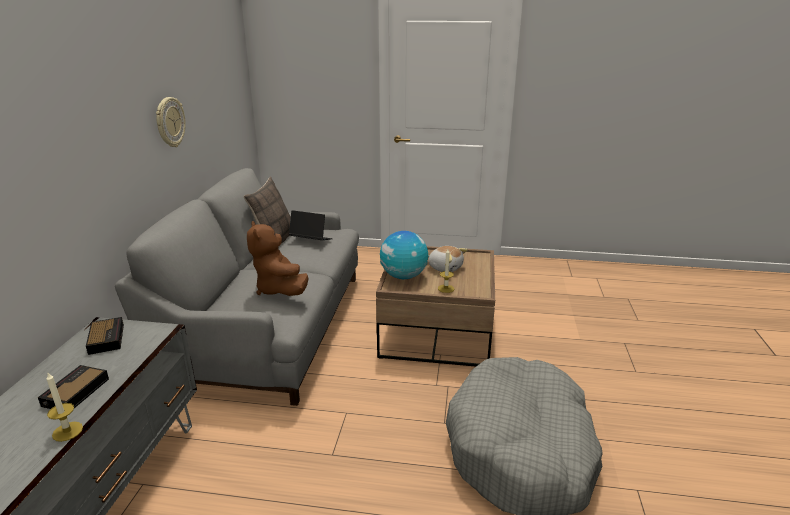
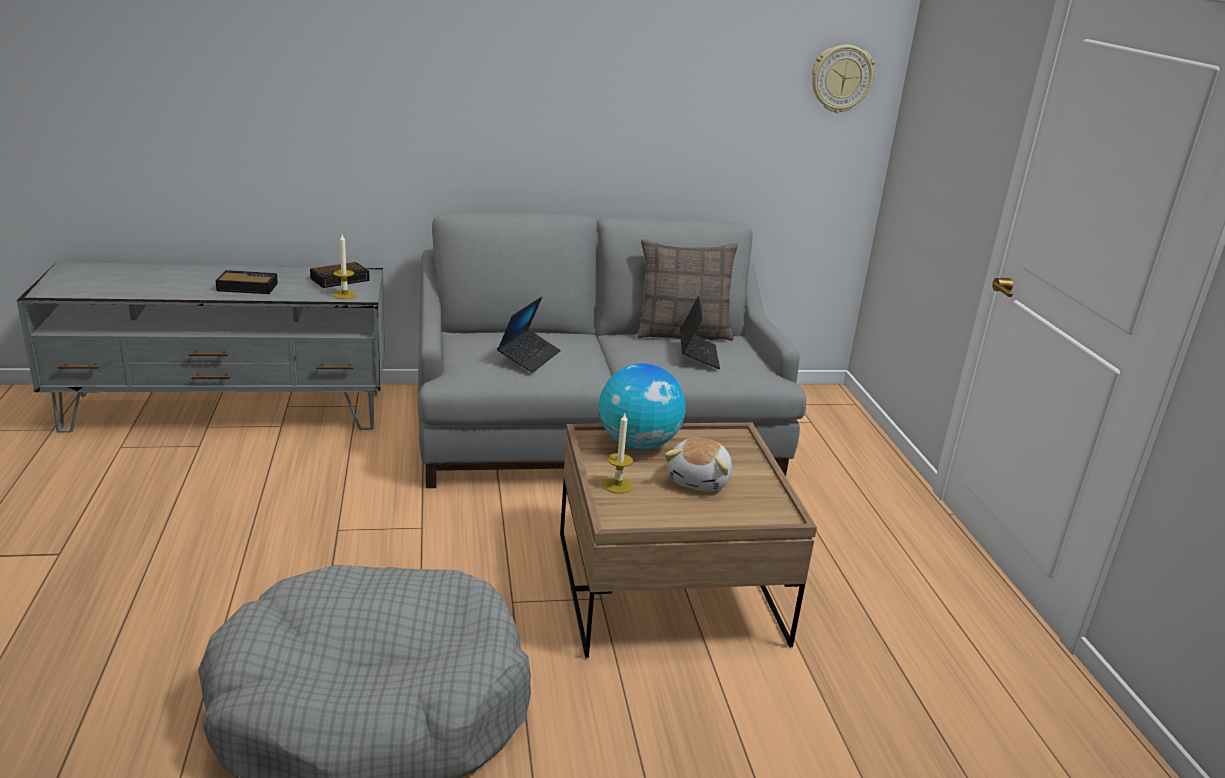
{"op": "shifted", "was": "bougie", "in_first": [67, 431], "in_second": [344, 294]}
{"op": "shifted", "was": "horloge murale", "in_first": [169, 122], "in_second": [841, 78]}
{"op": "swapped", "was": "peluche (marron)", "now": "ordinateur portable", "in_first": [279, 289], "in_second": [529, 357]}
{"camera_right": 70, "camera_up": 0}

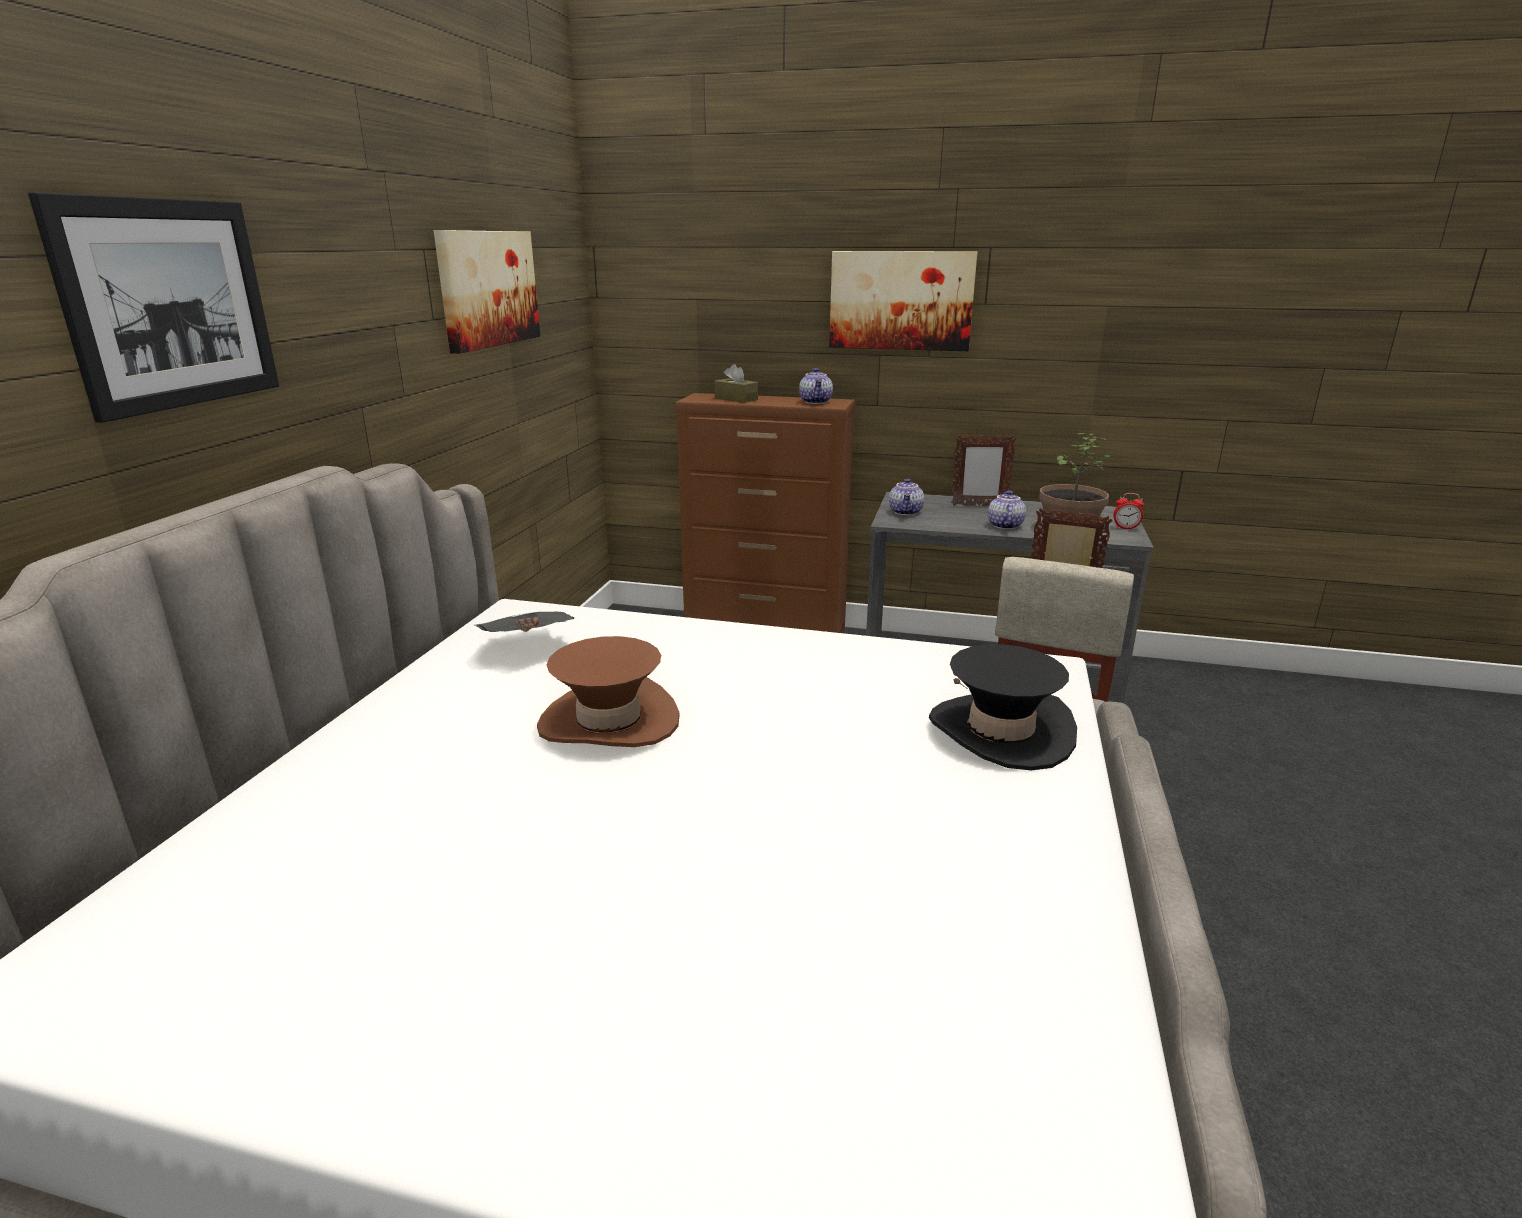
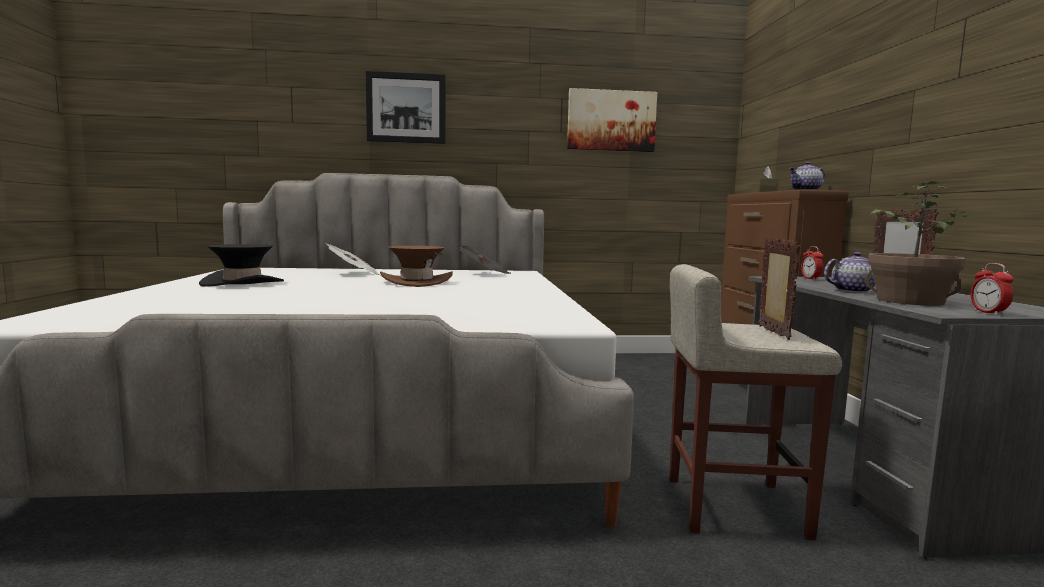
{"op": "gone", "was": "tableau", "in_first": [901, 300]}
{"op": "swapped", "was": "théière", "now": "réveil", "in_first": [906, 512], "in_second": [810, 279]}
{"op": "shifted", "was": "chapeau (noir)", "in_first": [1000, 731], "in_second": [242, 283]}
{"op": "new", "now": "journal", "in_second": [354, 274]}
{"camera_right": 70, "camera_up": -15}

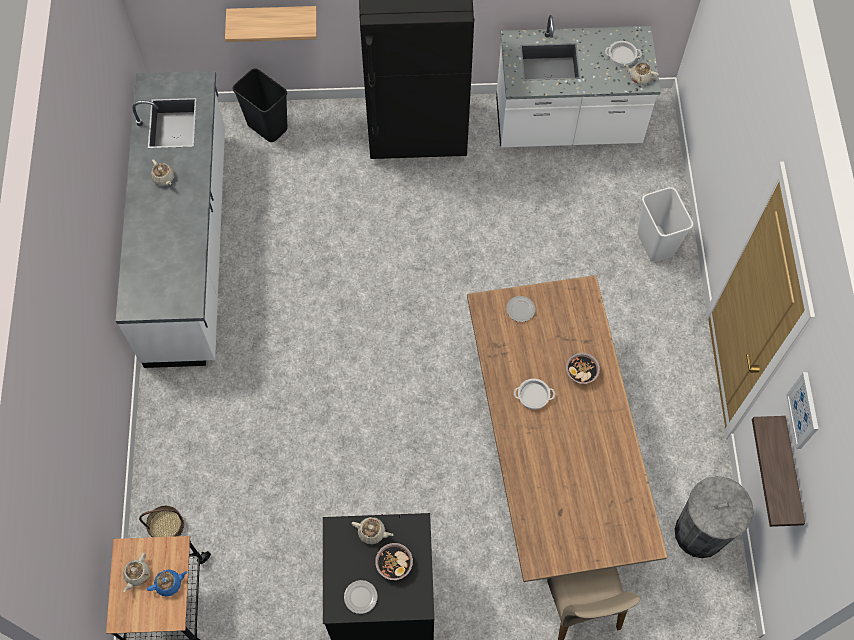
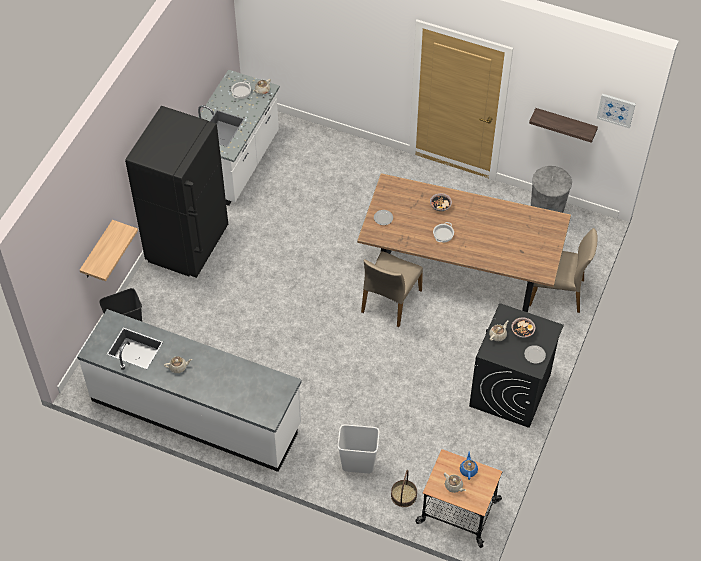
{"op": "shifted", "was": "poubelle (blanc)", "in_first": [654, 244], "in_second": [358, 464]}
{"op": "shifted", "was": "tableau", "in_first": [804, 411], "in_second": [616, 110]}
{"op": "new", "now": "chaise (beige)", "in_second": [390, 301]}
{"camera_right": -65, "camera_up": -10}

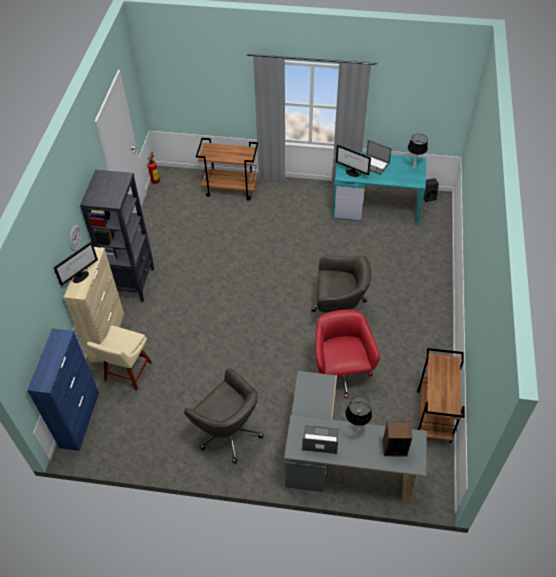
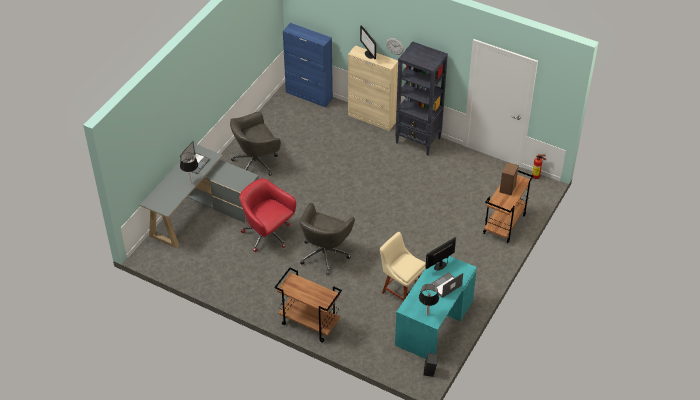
{"op": "shifted", "was": "chaise (beige)", "in_first": [127, 373], "in_second": [401, 290]}
{"op": "rotated", "was": "chaise de bureau (rouge)", "in_first": [340, 373], "in_second": [268, 235], "clockwise": -150}
{"op": "shifted", "was": "enceinte", "in_first": [394, 448], "in_second": [507, 188]}
{"op": "shifted", "was": "chariot (marron)", "in_first": [434, 416], "in_second": [308, 323]}
{"camera_right": 110, "camera_up": -5}

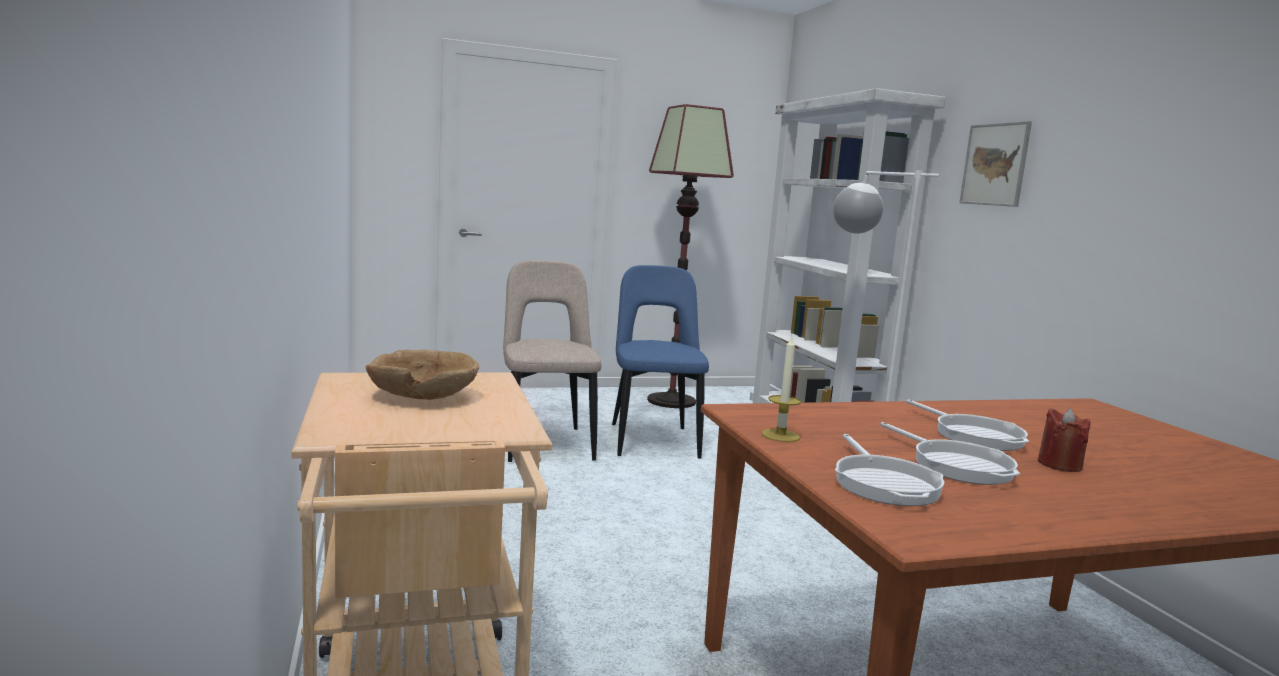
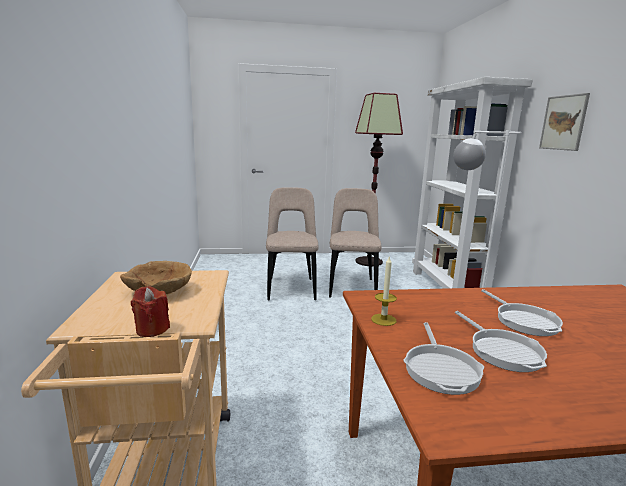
{"op": "repainted", "was": "chaise (bleu)", "now": "chaise (beige)", "in_first": [652, 440], "in_second": [352, 287]}
{"op": "shifted", "was": "bougie (rouge)", "in_first": [1059, 465], "in_second": [152, 329]}
{"camera_right": 10, "camera_up": 5}

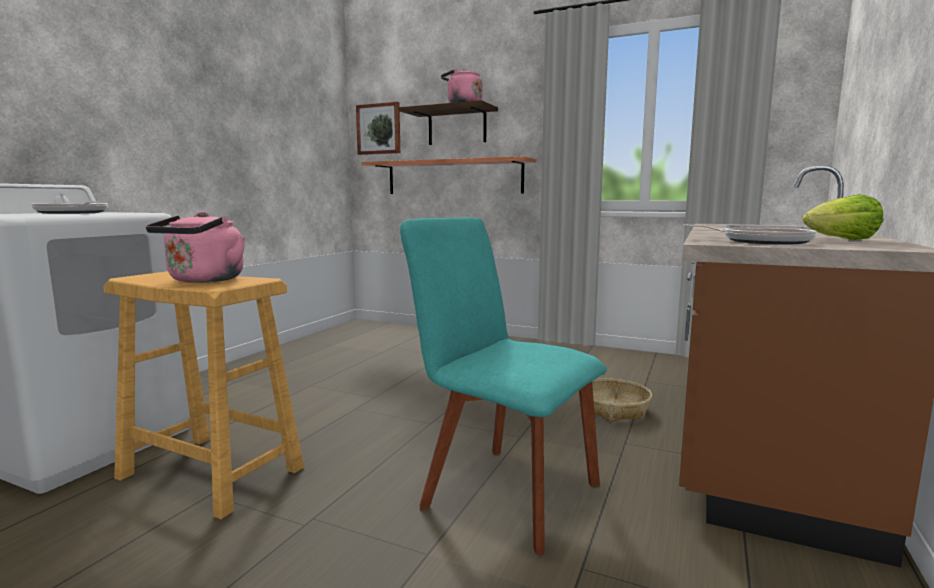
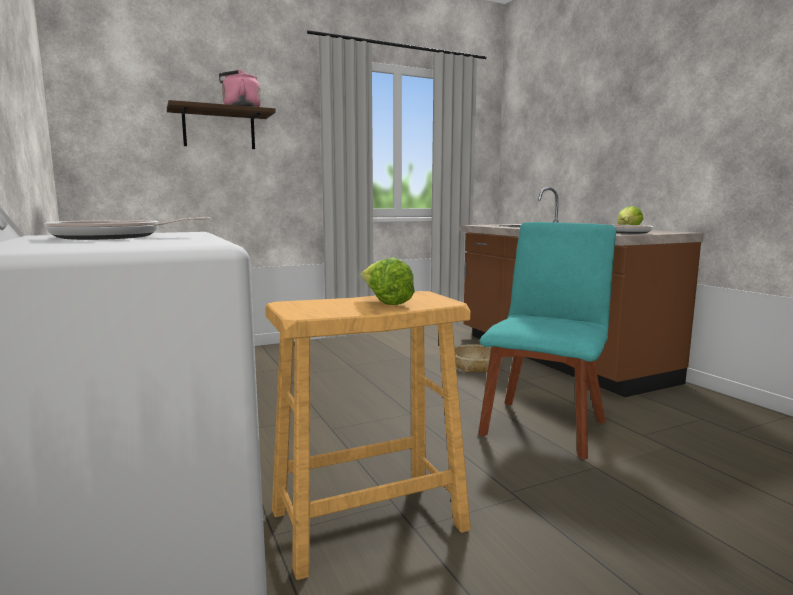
{"op": "swapped", "was": "bouilloire (rose)", "now": "laitue", "in_first": [203, 280], "in_second": [384, 302]}
{"op": "gone", "was": "tableau", "in_first": [379, 129]}
{"op": "gone", "was": "étagère", "in_first": [453, 177]}
{"op": "rotated", "was": "chaise (turquoise)", "in_first": [504, 491], "in_second": [544, 425], "clockwise": 135}
{"camera_right": -50, "camera_up": 0}

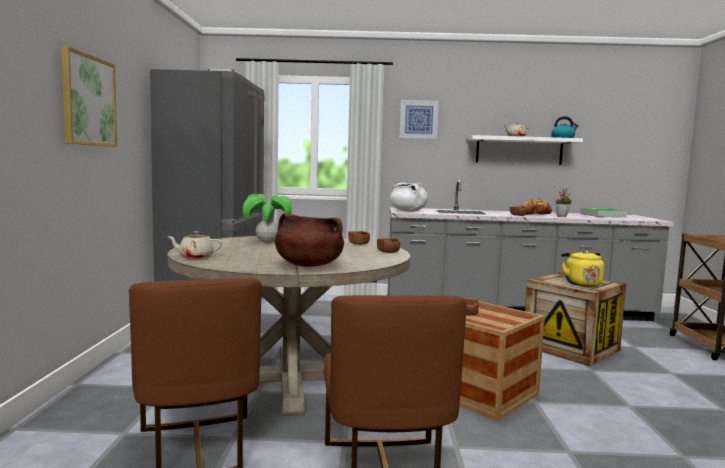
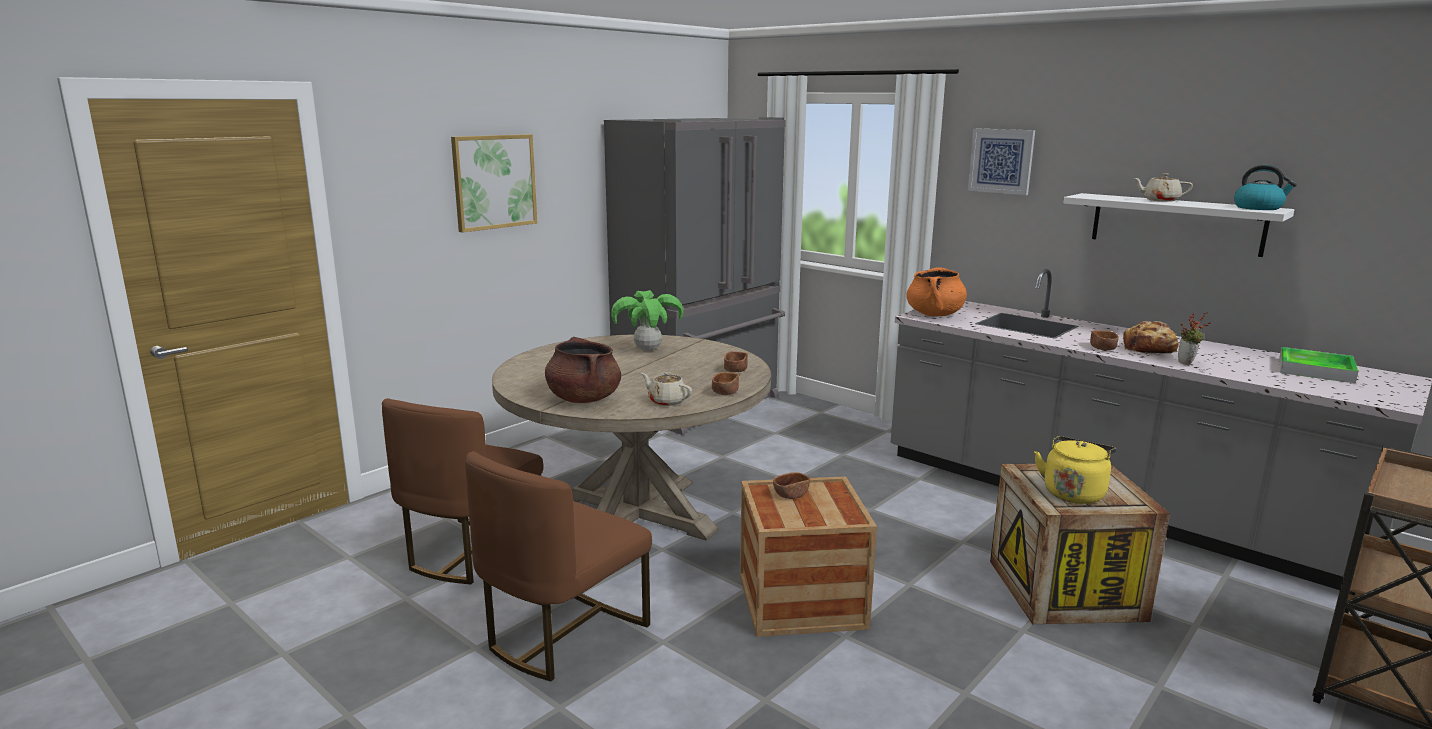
{"op": "shifted", "was": "théière (beige)", "in_first": [195, 257], "in_second": [666, 401]}
{"op": "repainted", "was": "marmite (blanc)", "now": "marmite (orange)", "in_first": [408, 211], "in_second": [934, 314]}
{"camera_right": 40, "camera_up": 10}

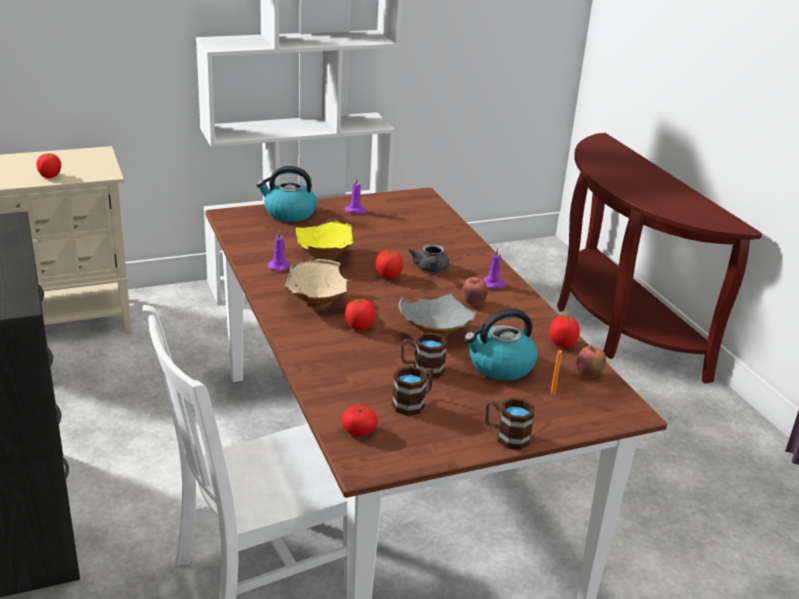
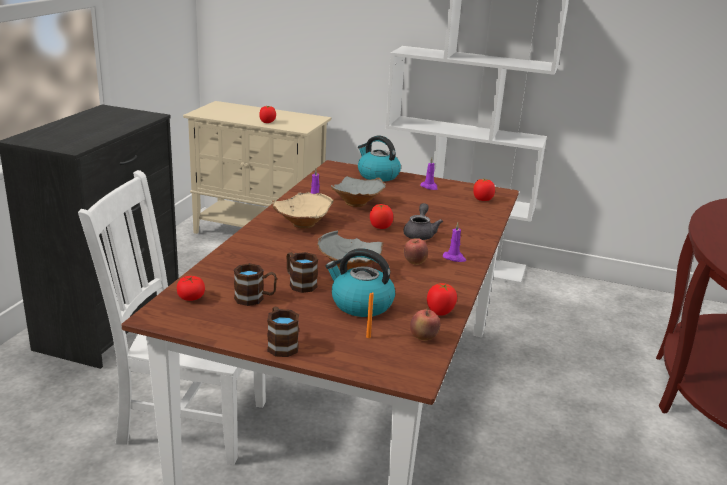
{"op": "repainted", "was": "bol (jaune)", "now": "bol (gris)", "in_first": [326, 256], "in_second": [357, 204]}
{"op": "shifted", "was": "tomate", "in_first": [360, 327], "in_second": [482, 199]}
{"op": "rotated", "was": "théière (gris)", "in_first": [430, 269], "in_second": [420, 234], "clockwise": 150}
{"camera_right": 40, "camera_up": -5}

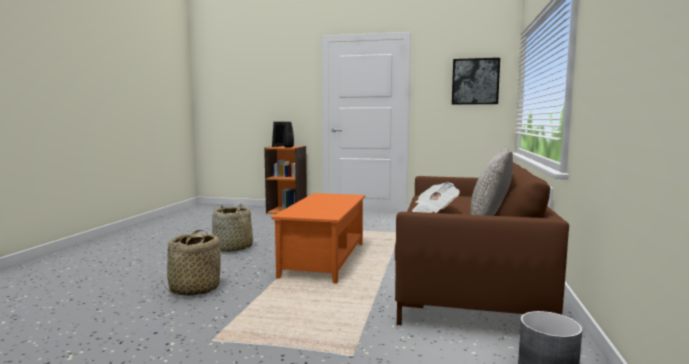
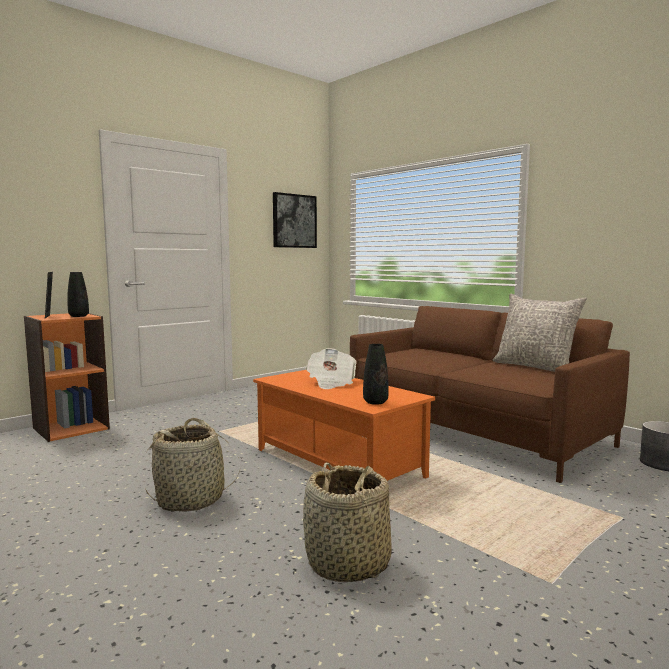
{"op": "shifted", "was": "journal", "in_first": [434, 210], "in_second": [331, 383]}
{"op": "new", "now": "vase (noir)", "in_second": [375, 402]}
{"camera_right": -55, "camera_up": 0}

